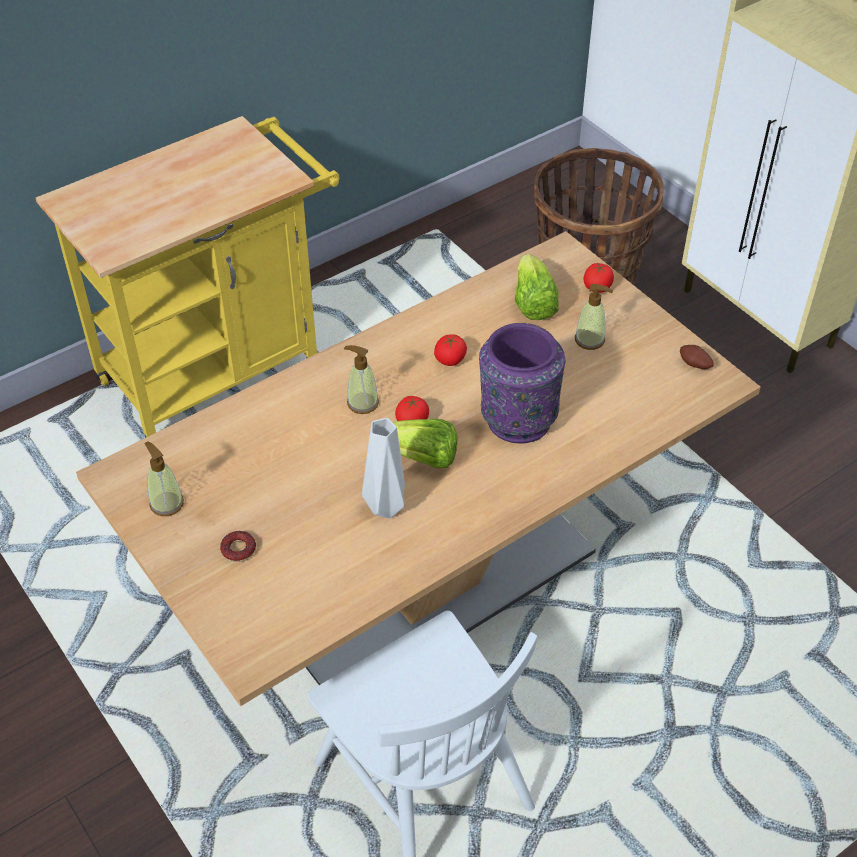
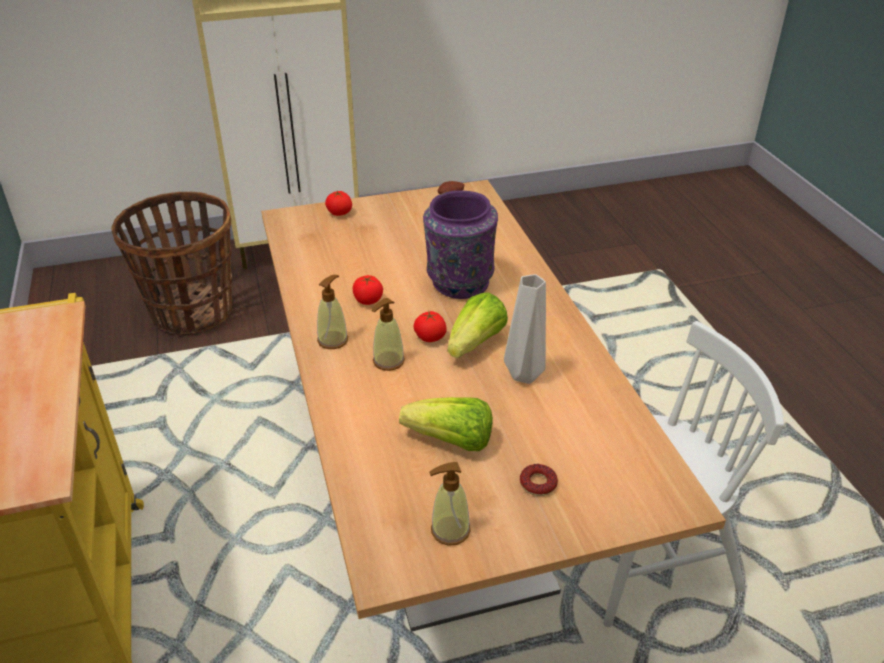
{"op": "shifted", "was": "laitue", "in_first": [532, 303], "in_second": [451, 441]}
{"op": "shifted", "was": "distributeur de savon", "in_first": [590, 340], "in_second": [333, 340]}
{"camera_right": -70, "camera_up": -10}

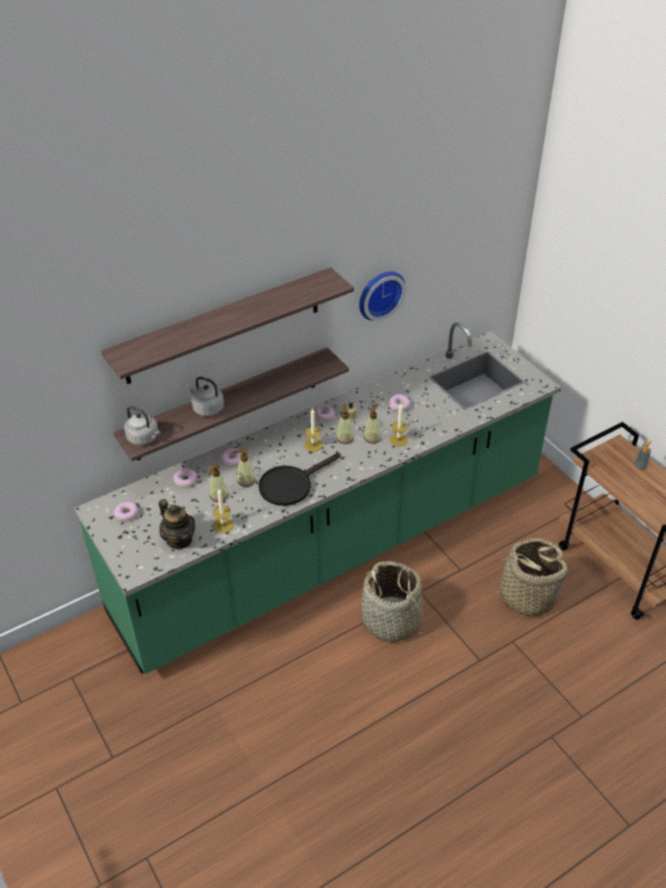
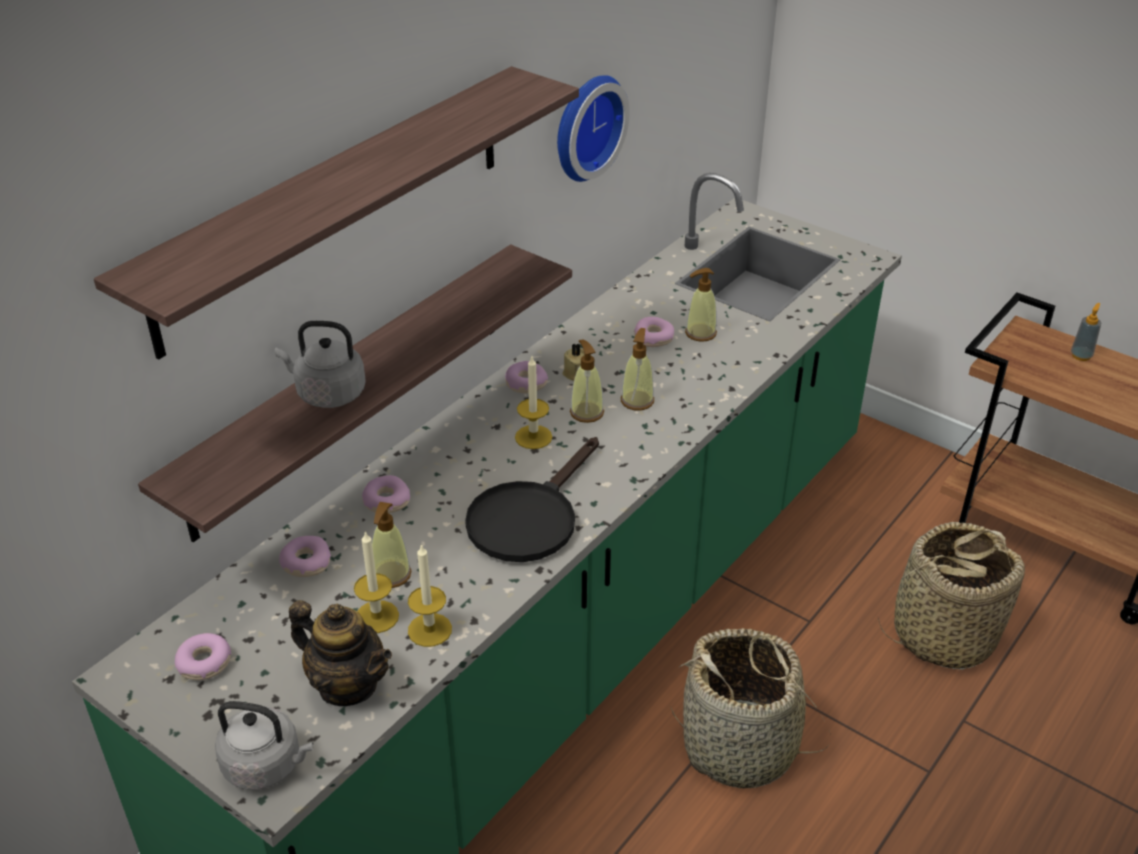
{"op": "shifted", "was": "bouilloire (gris)", "in_first": [144, 438], "in_second": [266, 765]}
{"op": "shifted", "was": "distributeur de savon", "in_first": [246, 481], "in_second": [700, 333]}
{"op": "shifted", "was": "bougie", "in_first": [398, 439], "in_second": [377, 616]}
{"camera_right": -20, "camera_up": -5}

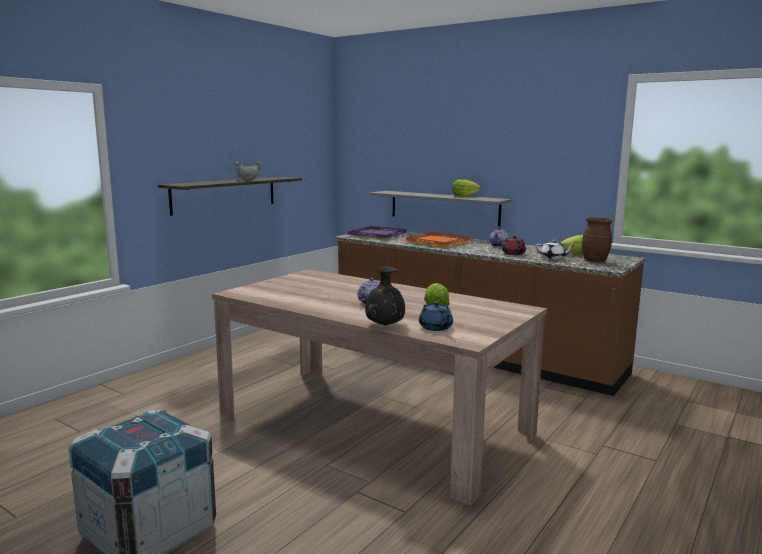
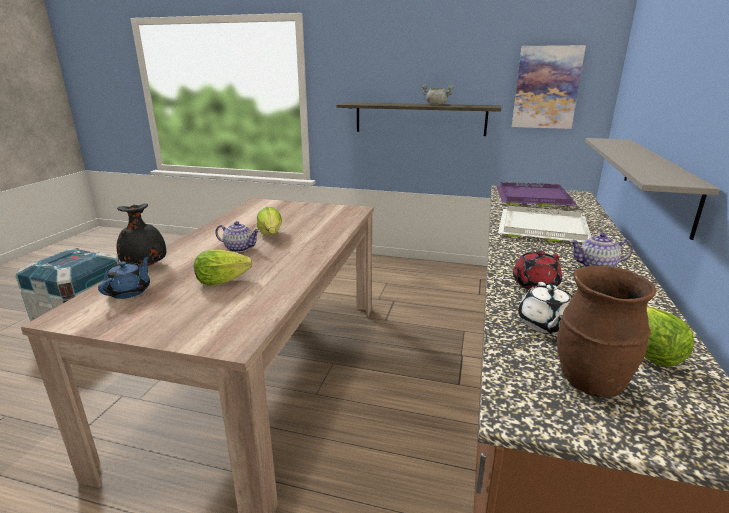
{"op": "repainted", "was": "plateau (orange)", "now": "plateau (blanc)", "in_first": [437, 242], "in_second": [544, 227]}
{"op": "rotated", "was": "théière (bleu)", "in_first": [436, 328], "in_second": [130, 291], "clockwise": 150}
{"op": "shifted", "was": "laitue", "in_first": [464, 196], "in_second": [271, 234]}
{"op": "new", "now": "tableau", "in_second": [546, 87]}
{"camera_right": 70, "camera_up": 10}

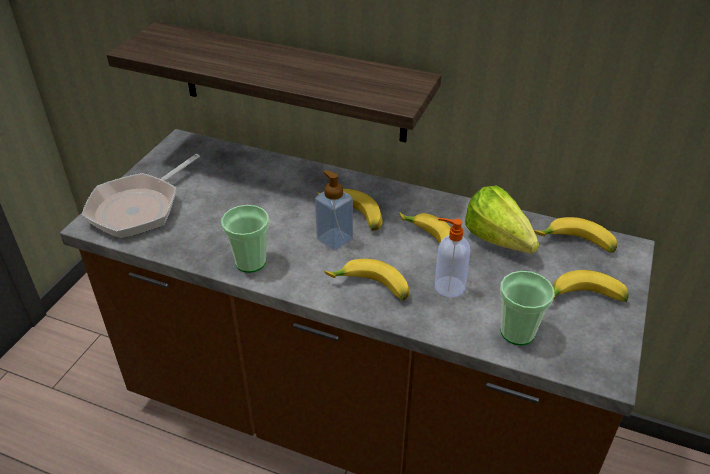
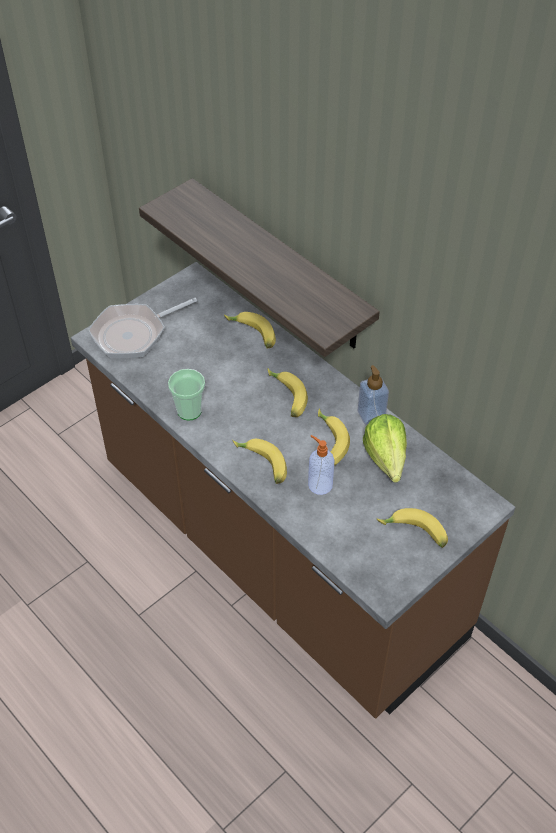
{"op": "shifted", "was": "distributeur de savon", "in_first": [334, 239], "in_second": [371, 415]}
{"op": "gone", "was": "tasse", "in_first": [517, 332]}
{"op": "shifted", "was": "banane", "in_first": [575, 245], "in_second": [251, 335]}
{"camera_right": 25, "camera_up": 10}

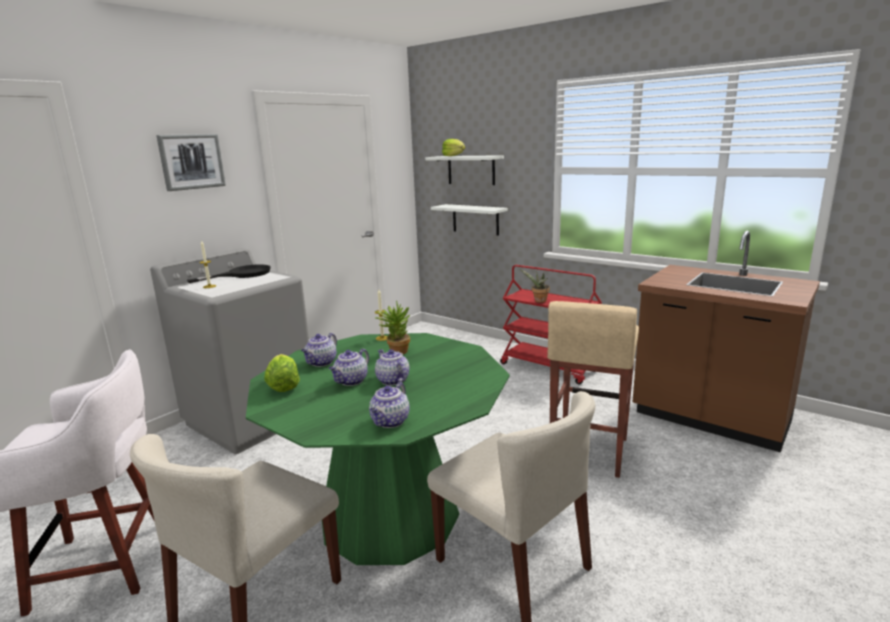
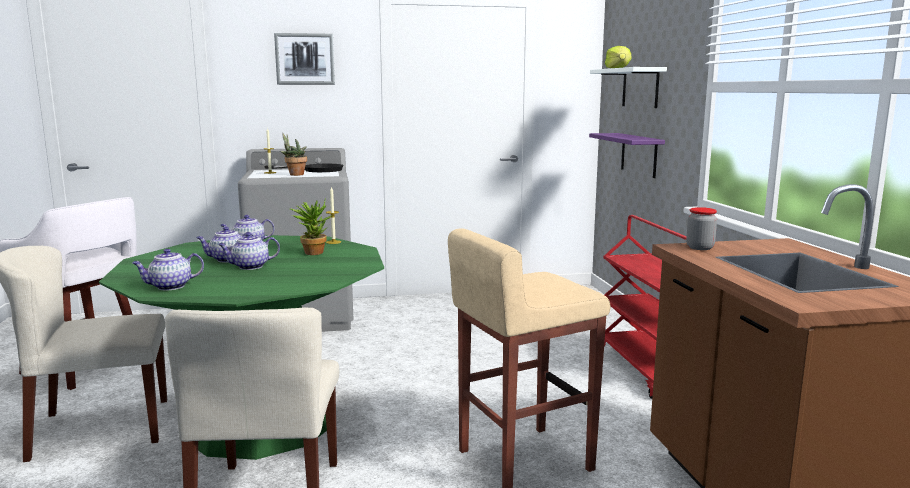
{"op": "gone", "was": "laitue", "in_first": [283, 386]}
{"op": "rotated", "was": "théière", "in_first": [392, 380], "in_second": [250, 267], "clockwise": -120}
{"op": "repainted", "was": "étagère (blanc)", "now": "étagère (violet)", "in_first": [475, 219], "in_second": [639, 154]}
{"op": "shifted", "was": "plante en pot", "in_first": [538, 301], "in_second": [294, 174]}
{"op": "new", "now": "bocal", "in_second": [700, 247]}
{"camera_right": 40, "camera_up": -5}

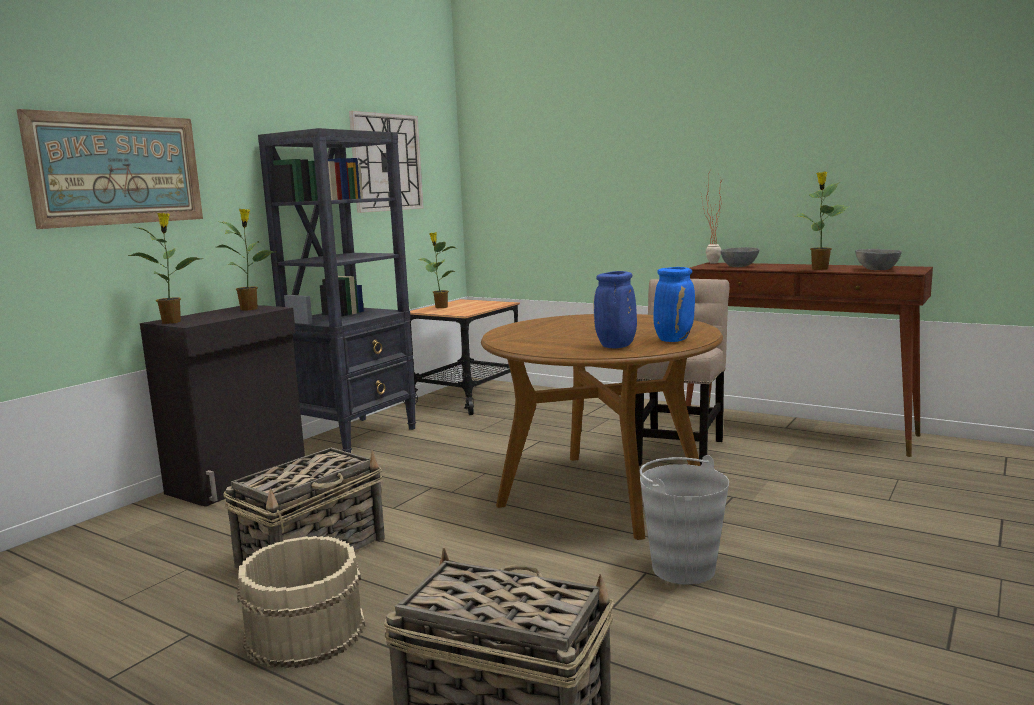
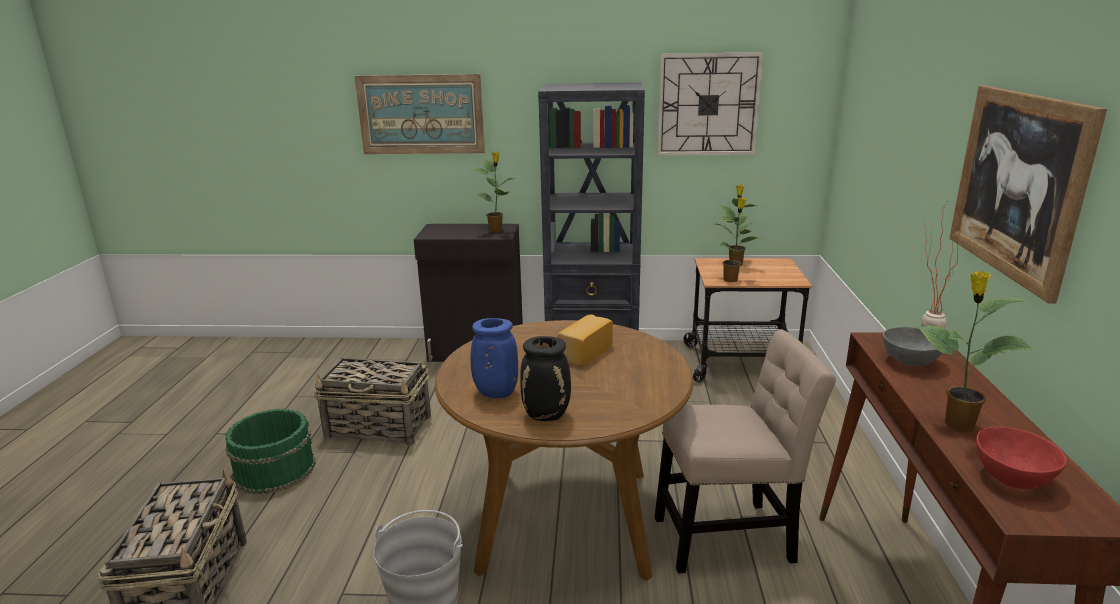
{"op": "shifted", "was": "plante en pot", "in_first": [172, 322], "in_second": [731, 279]}
{"op": "repainted", "was": "seau (beige)", "now": "seau (vert)", "in_first": [303, 631], "in_second": [274, 469]}
{"op": "repainted", "was": "vase (bleu)", "now": "vase (noir)", "in_first": [673, 340], "in_second": [547, 415]}
{"op": "repainted", "was": "bol (gris)", "now": "bol (rouge)", "in_first": [876, 269], "in_second": [1012, 477]}
{"op": "new", "now": "pain", "in_second": [583, 352]}
{"op": "new", "now": "tableau", "in_second": [1017, 185]}
{"camera_right": 60, "camera_up": 10}

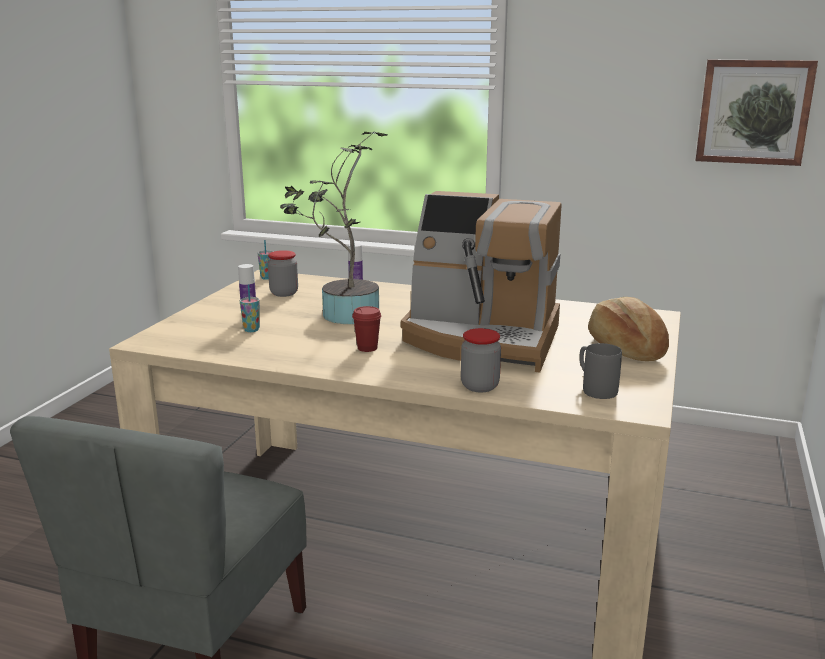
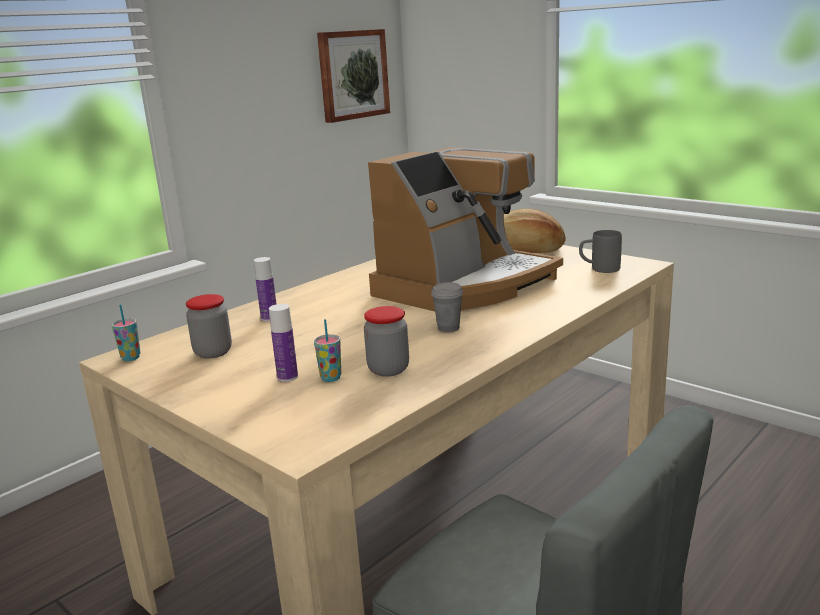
{"op": "gone", "was": "plante en pot", "in_first": [344, 315]}
{"op": "repainted", "was": "tasse (rouge)", "now": "tasse (gris)", "in_first": [367, 348], "in_second": [448, 328]}
{"op": "shifted", "was": "bocal", "in_first": [479, 386], "in_second": [388, 369]}
{"camera_right": -65, "camera_up": 0}

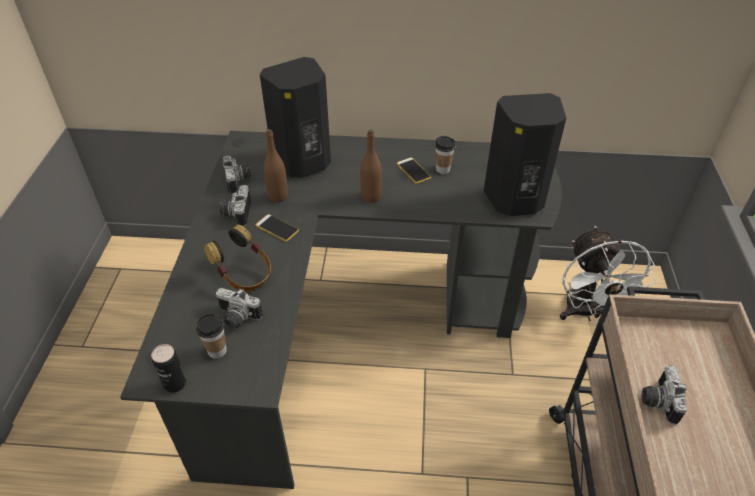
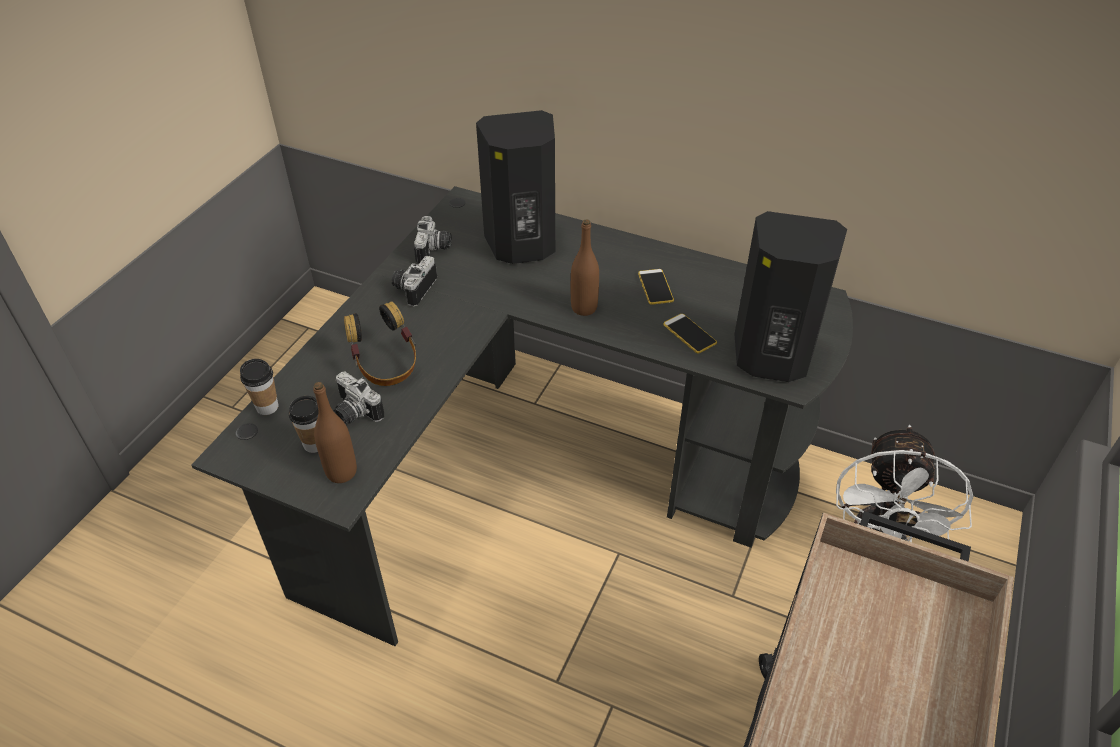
{"op": "gone", "was": "boîte métallique", "in_first": [175, 383]}
{"op": "shifted", "was": "téléphone", "in_first": [277, 228], "in_second": [689, 334]}
{"op": "shifted", "was": "bouteille (marron)", "in_first": [278, 196], "in_second": [341, 472]}
{"op": "shifted", "was": "tasse", "in_first": [443, 169], "in_second": [267, 407]}
{"op": "gone", "was": "appareil photo", "in_first": [657, 400]}
{"camera_right": 20, "camera_up": 0}

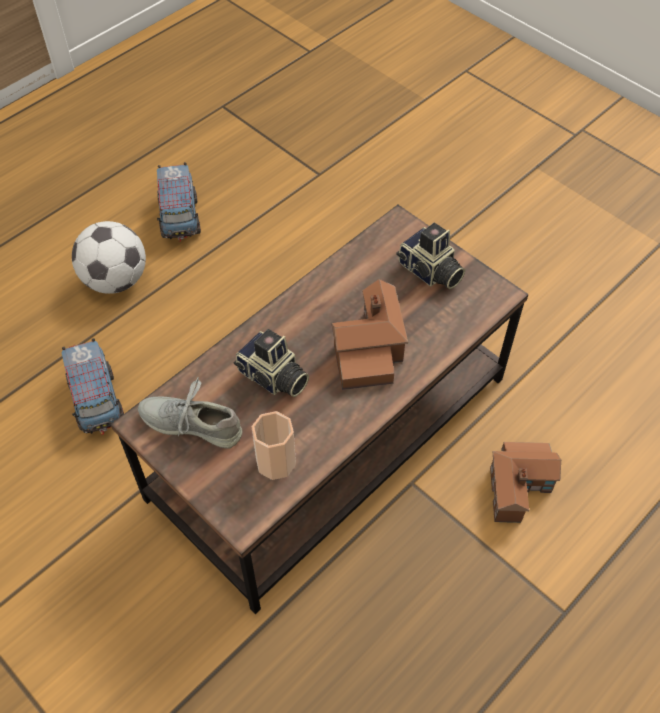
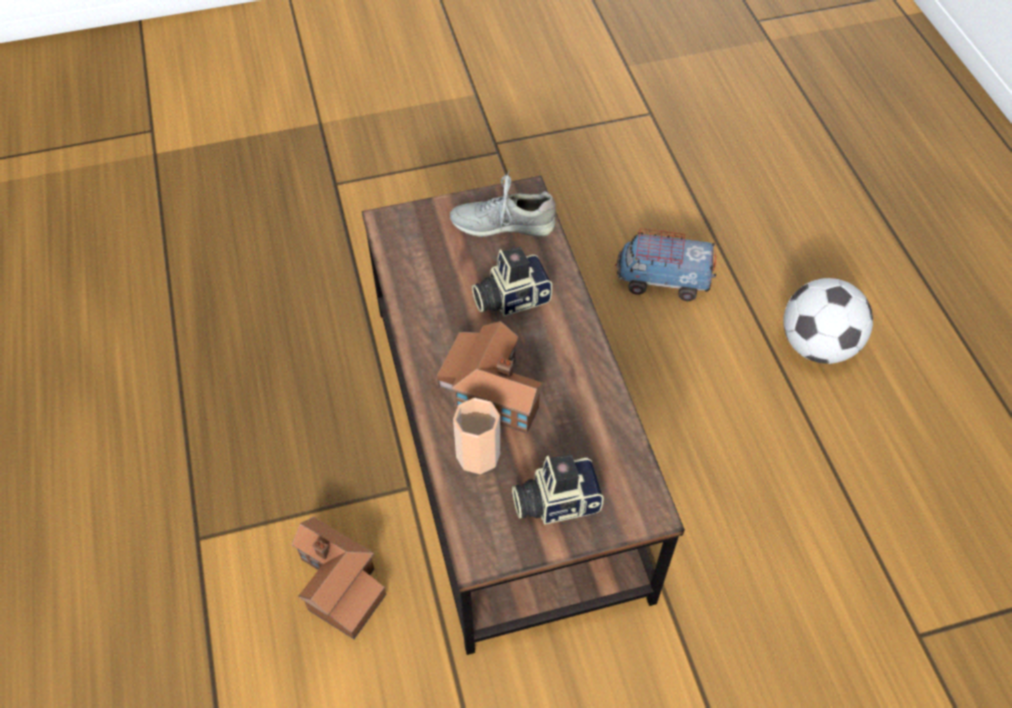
{"op": "rotated", "was": "chaussure (gris)", "in_first": [191, 424], "in_second": [502, 223], "clockwise": -135}
{"op": "gone", "was": "camion jouet", "in_first": [179, 218]}
{"op": "shifted", "was": "tasse", "in_first": [276, 462], "in_second": [478, 455]}
{"camera_right": 120, "camera_up": 0}

